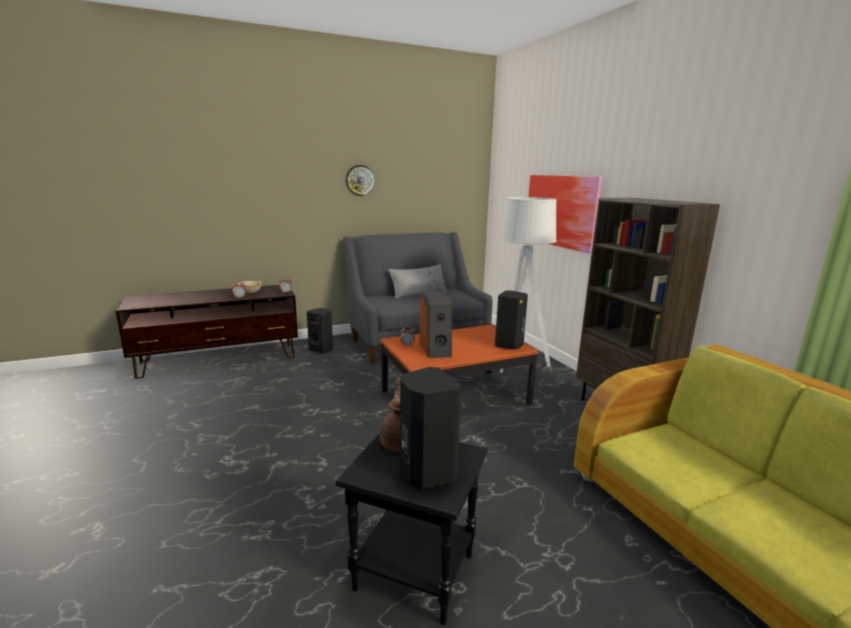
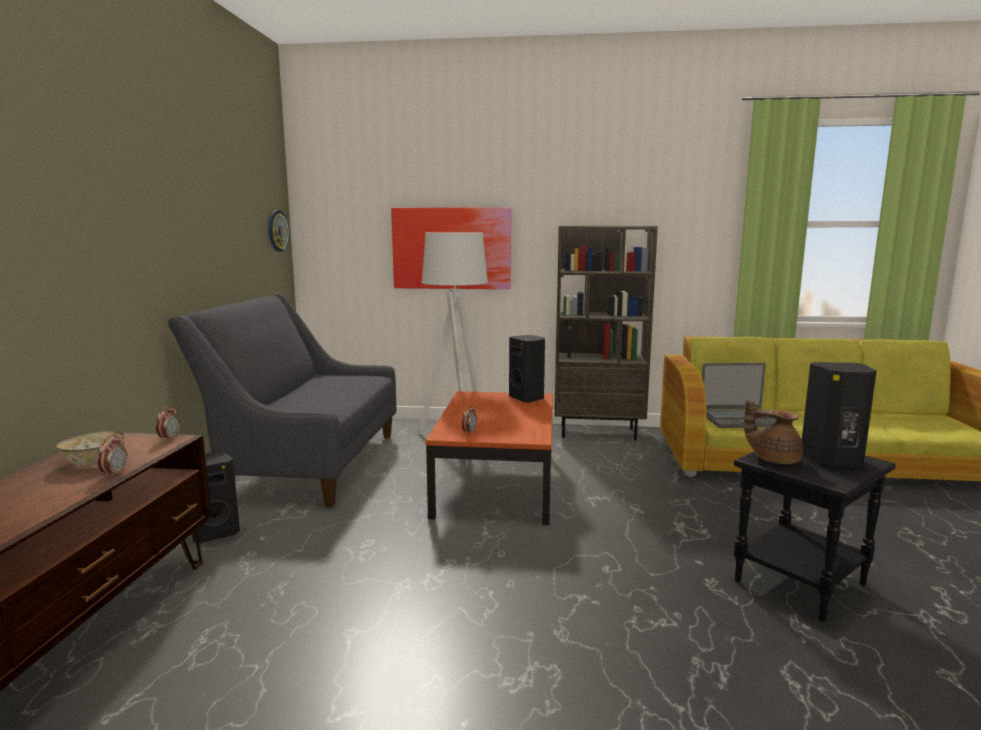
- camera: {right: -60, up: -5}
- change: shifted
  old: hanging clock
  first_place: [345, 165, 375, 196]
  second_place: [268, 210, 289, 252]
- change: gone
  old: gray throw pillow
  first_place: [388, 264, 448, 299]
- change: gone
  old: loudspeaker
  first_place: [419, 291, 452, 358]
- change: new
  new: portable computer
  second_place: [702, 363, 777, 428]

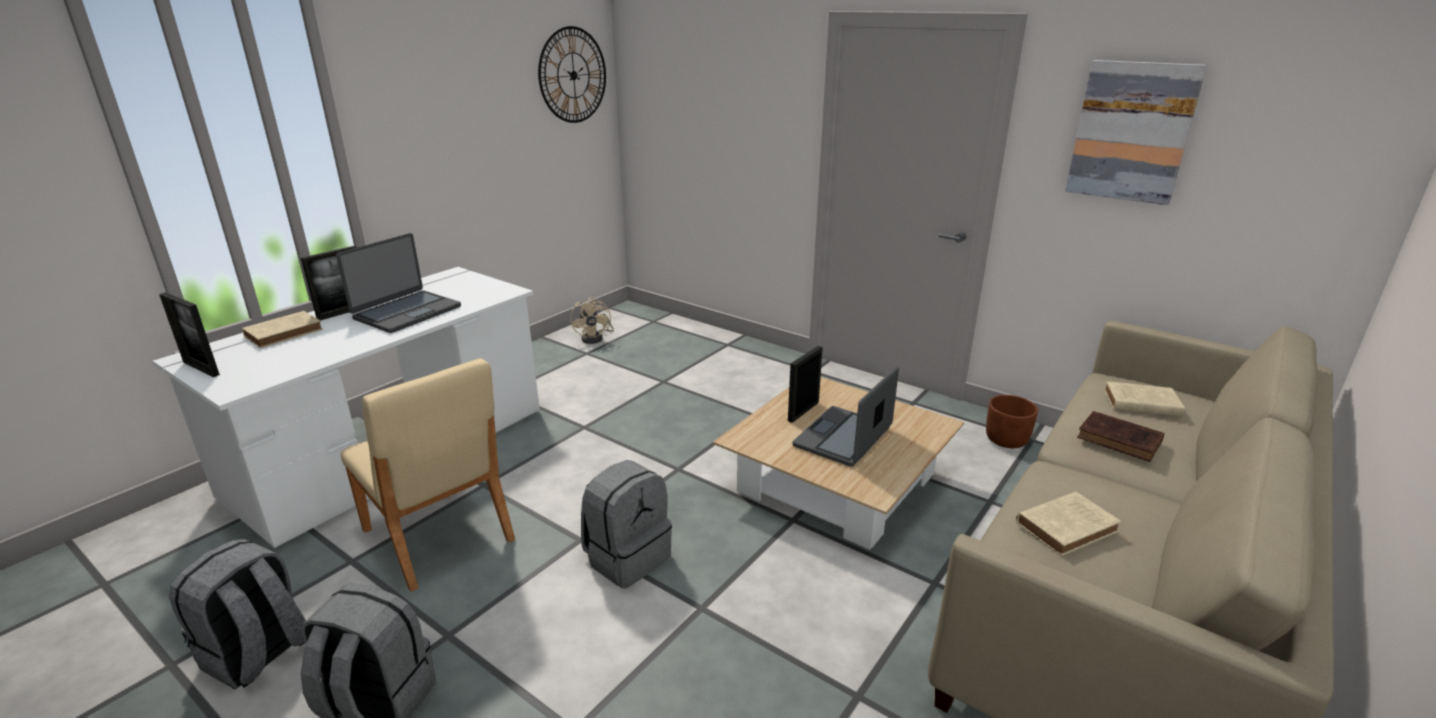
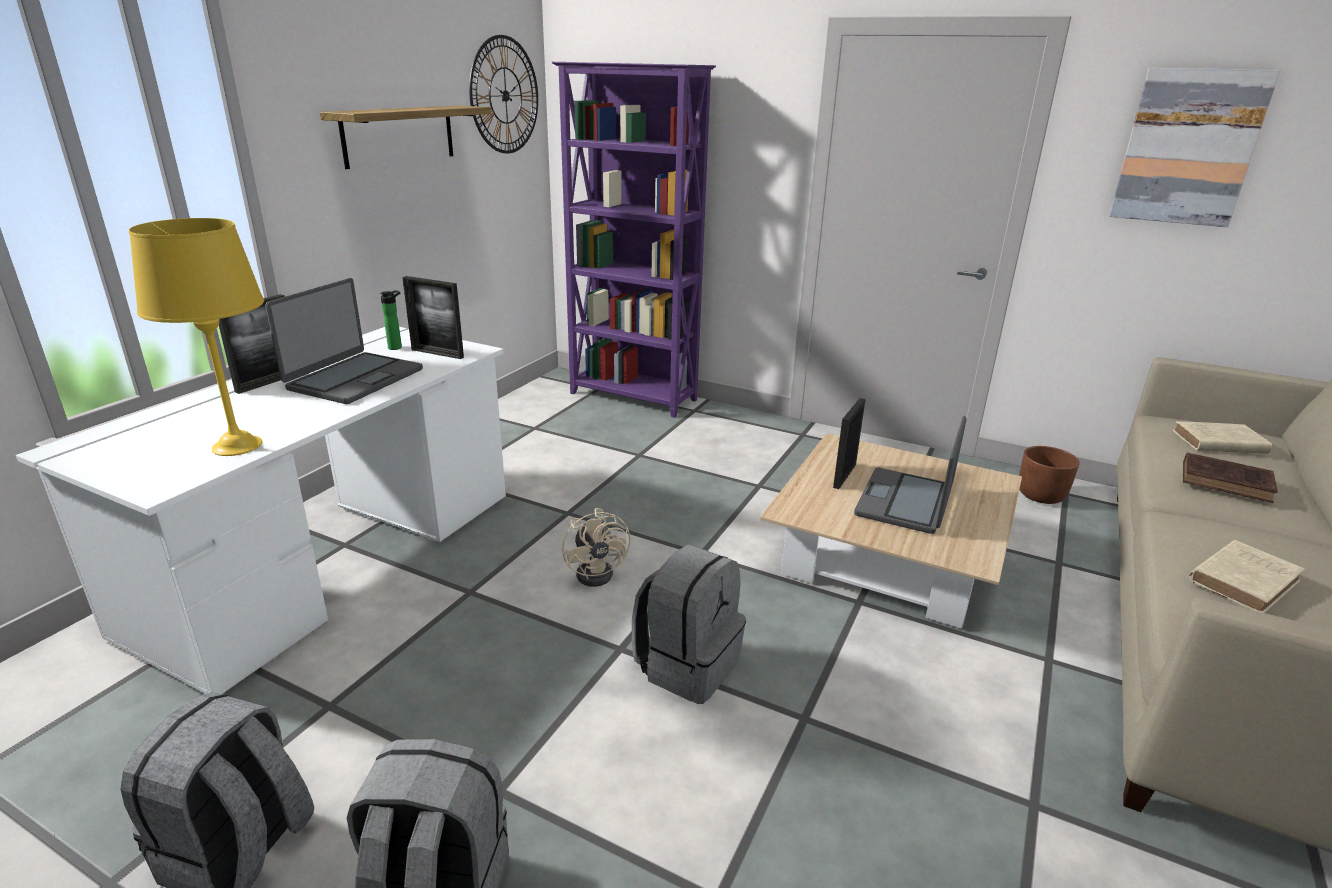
- camera: {right: -10, up: 0}
- change: shifted
  old: photo frame
  first_place: [159, 292, 220, 377]
  second_place: [402, 276, 464, 359]
- change: gone
  old: beige-coloured bound book
  first_place: [242, 311, 323, 348]
- change: gone
  old: beige-coloured upright chair
  first_place: [341, 359, 515, 592]
- change: shifted
  old: beige-coloured electric fan
  first_place: [570, 297, 614, 344]
  second_place: [562, 508, 630, 587]
- change: new
  new: yellow lamp for a table
  second_place: [129, 218, 264, 456]
- change: new
  new: shelf
  second_place: [320, 105, 491, 169]
- change: new
  new: beverage bottle
  second_place: [380, 290, 402, 350]
- change: new
  new: purple-coloured bookshelf
  second_place: [552, 62, 716, 418]

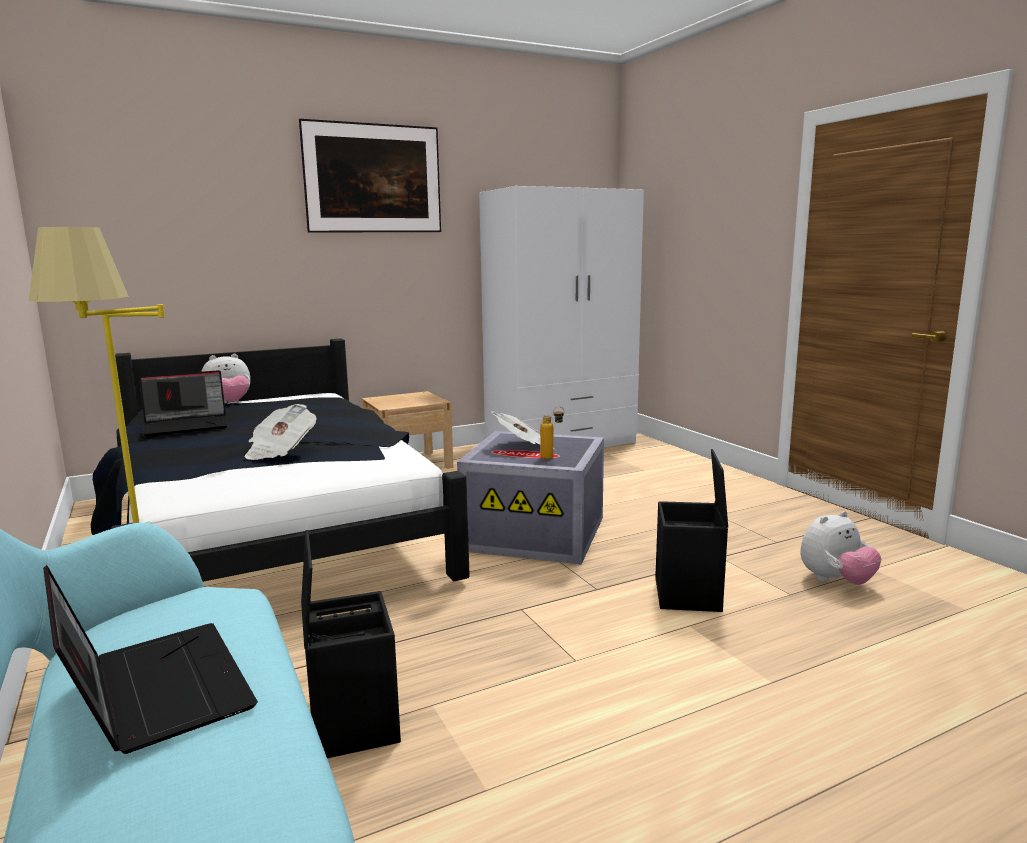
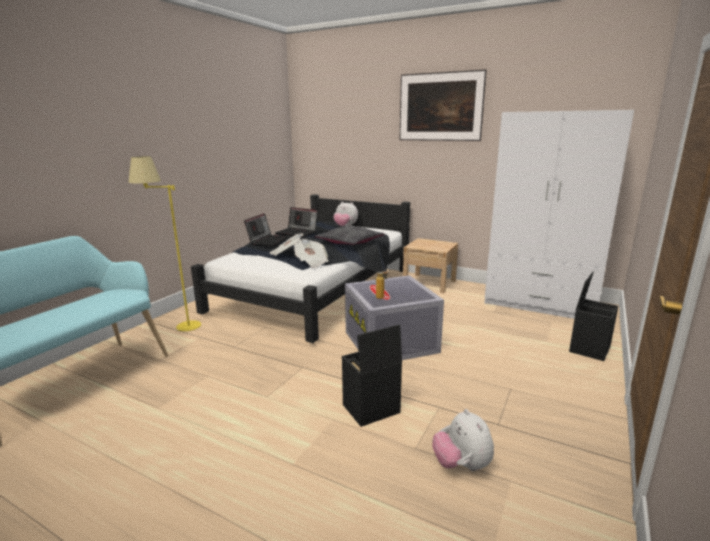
- camera: {right: 55, up: 5}
- change: shifted
  old: portable computer
  first_place: [43, 565, 258, 754]
  second_place: [244, 213, 290, 246]
- change: shifted
  old: blackish storage bin
  first_place: [301, 530, 401, 758]
  second_place: [569, 272, 618, 361]
- change: shifted
  old: printed paper
  first_place: [491, 411, 554, 449]
  second_place: [294, 239, 329, 268]
- change: rotated
  old: soft toy
  first_place: [800, 511, 881, 585]
  second_place: [432, 409, 494, 471]
  degrees: 45
- change: new
  new: gray throw pillow
  second_place: [315, 226, 384, 245]

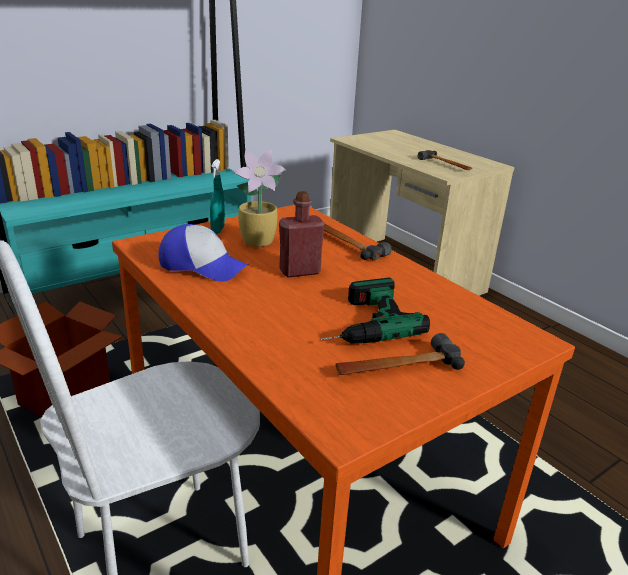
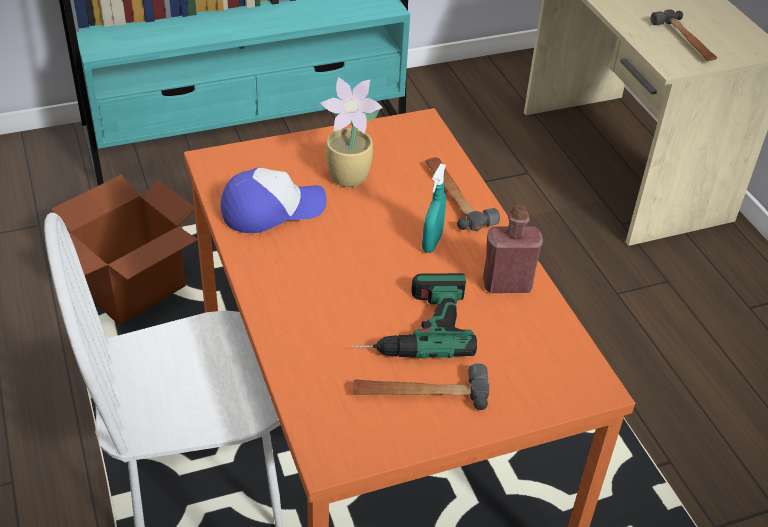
- camera: {right: 15, up: 15}
- change: rotated
  old: cap
  first_place: [159, 224, 248, 282]
  second_place: [221, 168, 326, 233]
  degrees: -60
- change: shifted
  old: blue-green spray bottle
  first_place: [210, 159, 225, 234]
  second_place: [422, 164, 446, 253]
- change: shifted
  old: red beverage bottle
  first_place: [279, 191, 325, 278]
  second_place: [483, 204, 543, 293]

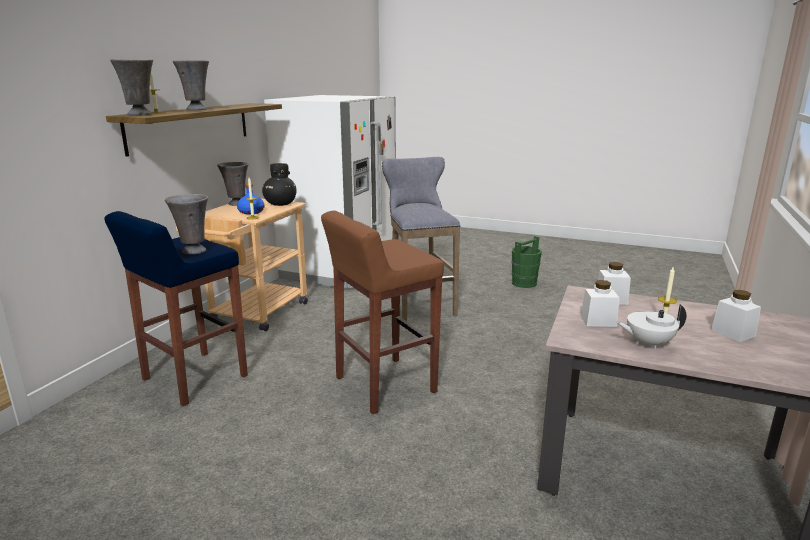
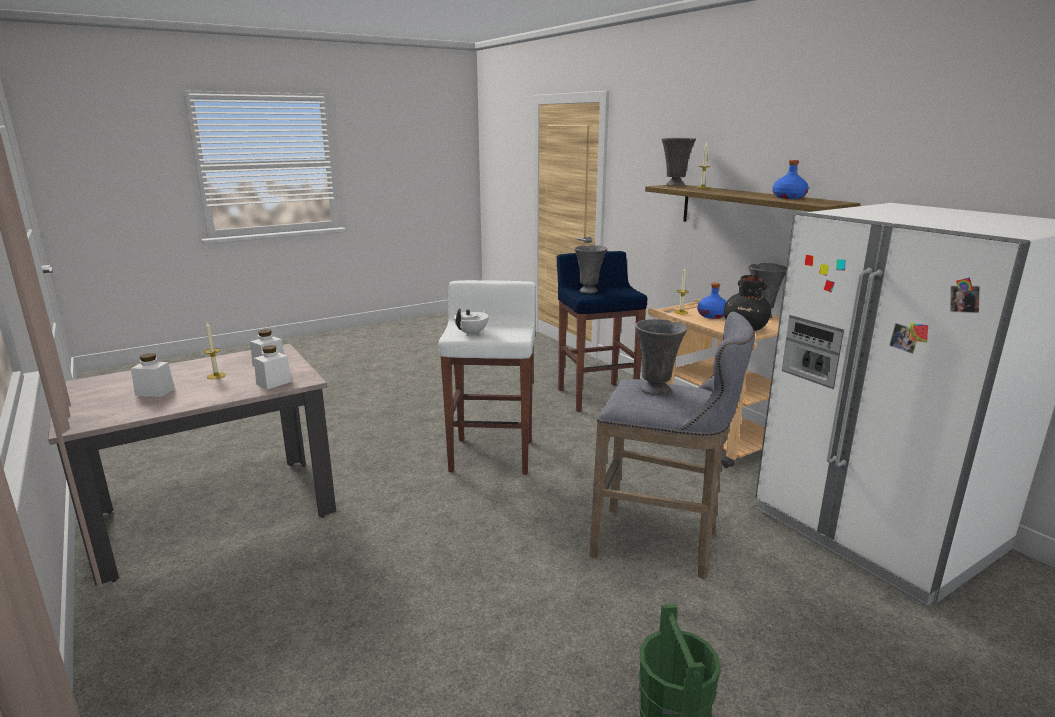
- camera: {right: 125, up: 0}
- change: shifted
  old: gray flower vase
  first_place: [173, 60, 209, 110]
  second_place: [635, 319, 688, 395]
- change: repainted
  old: brown stool seat
  new: white-coloured stool seat
  first_place: [321, 211, 444, 414]
  second_place: [438, 280, 536, 475]
- change: shifted
  old: white-coloured pot for tea
  first_place: [616, 305, 686, 349]
  second_place: [454, 309, 489, 336]
- change: new
  new: blue beverage bottle
  second_place: [772, 160, 809, 199]

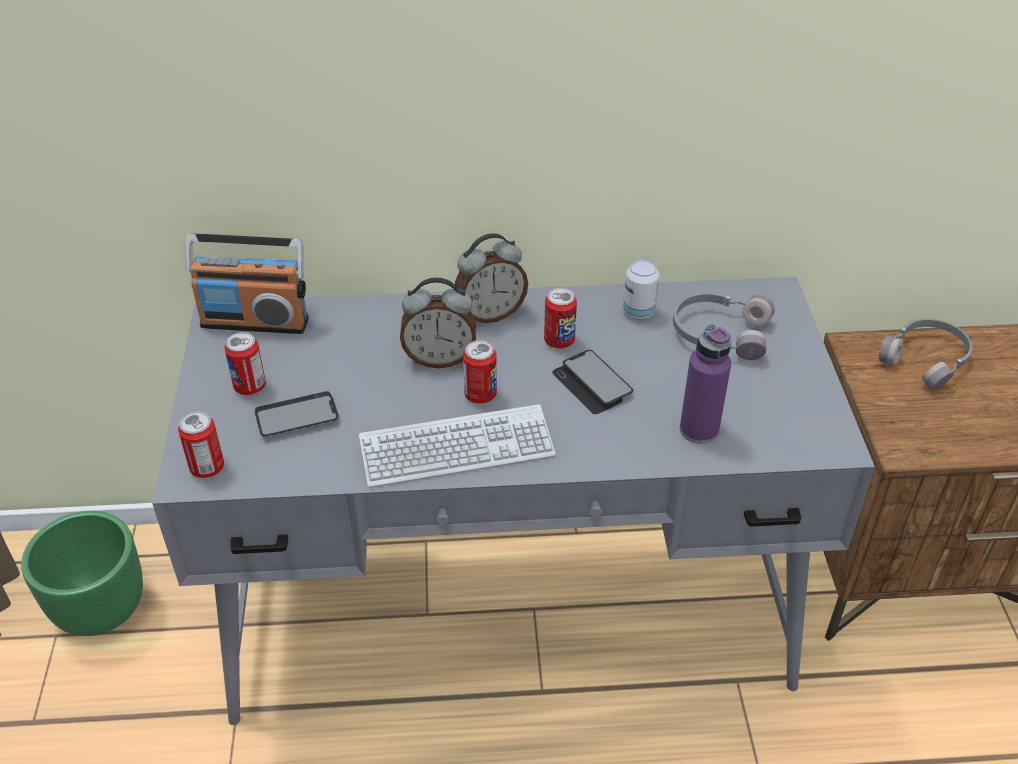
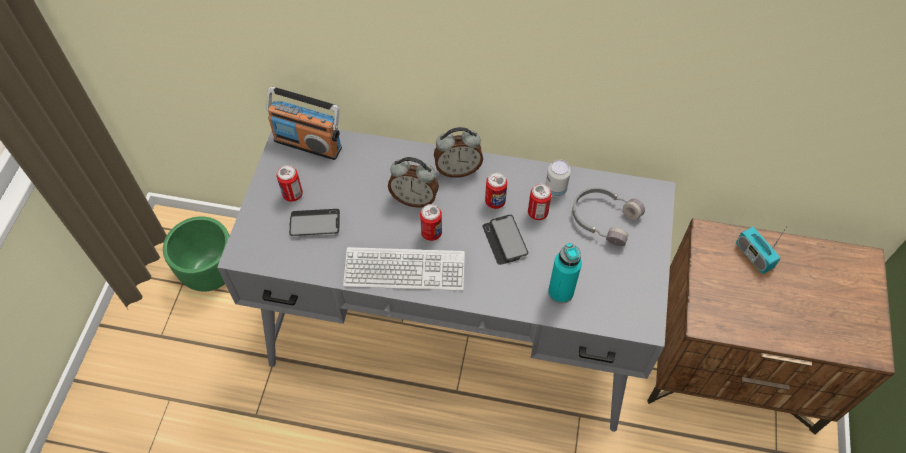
- camera: {right: 15, up: 15}
- change: shifted
  old: metal can
  first_place: [178, 412, 224, 478]
  second_place: [528, 184, 552, 220]
- change: repainted
  old: purple-coloured beverage bottle
  new: blue-green beverage bottle
  first_place: [680, 324, 731, 444]
  second_place: [548, 243, 582, 304]
- change: swapped
  old: gray pair of headphones
  new: radio receiver
  first_place: [879, 319, 972, 391]
  second_place: [736, 227, 786, 274]

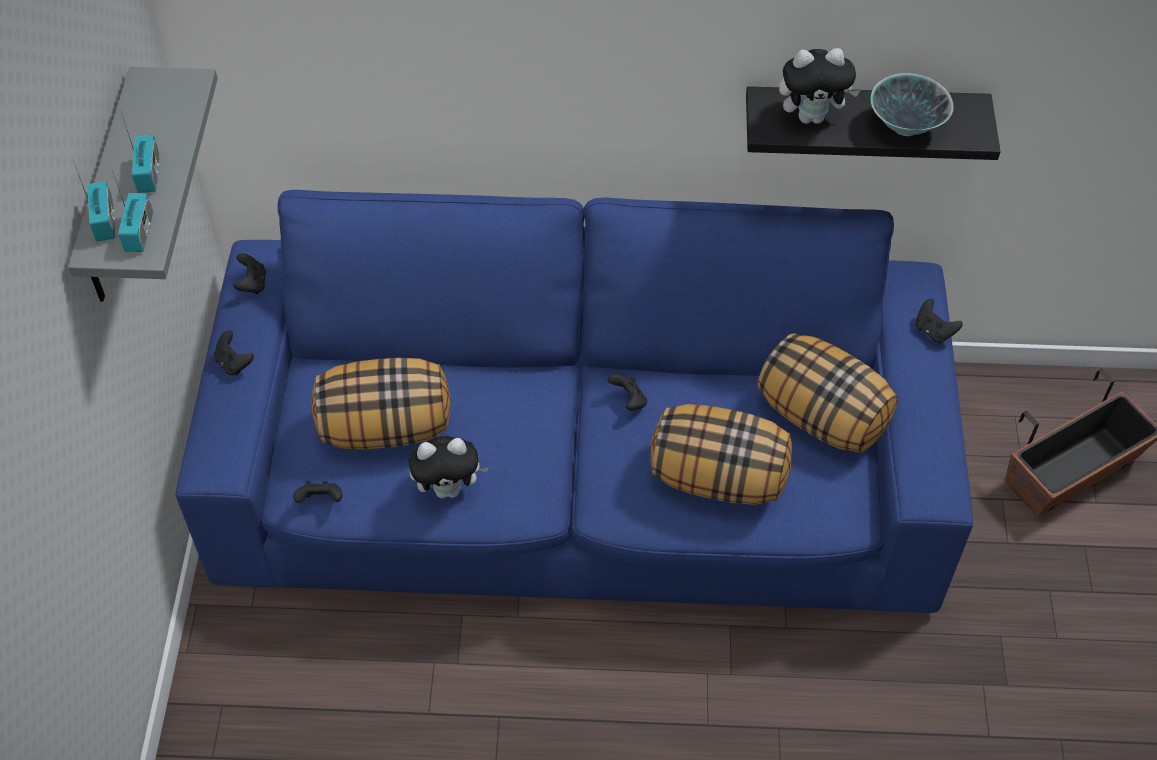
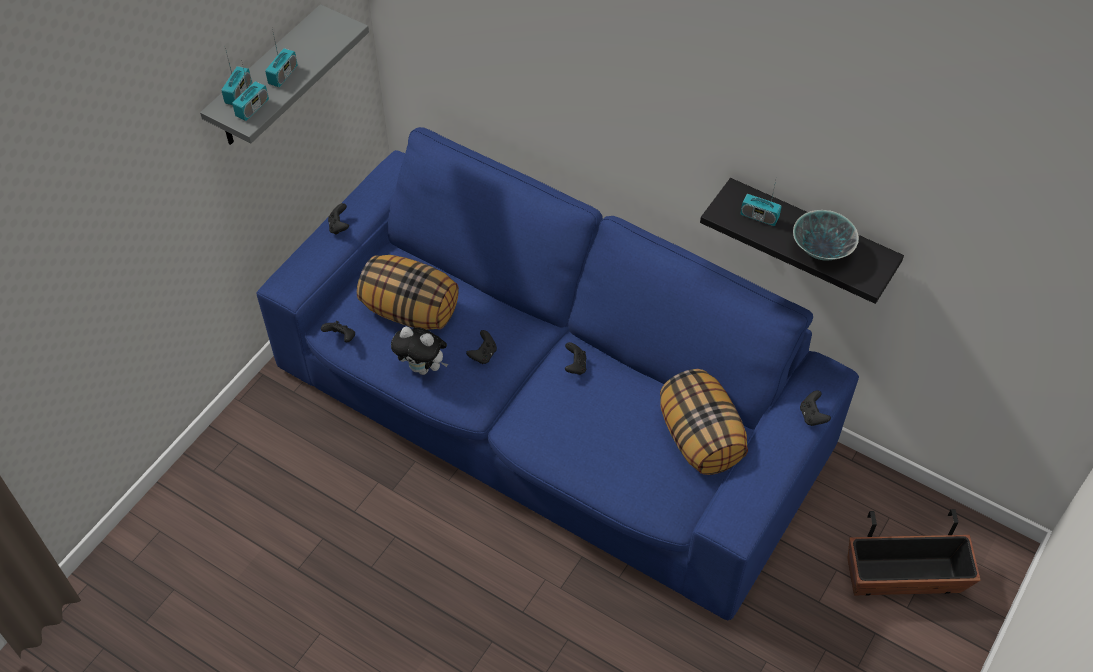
- camera: {right: 30, up: 0}
- change: shifted
  old: blackish joypad
  first_place: [233, 253, 266, 294]
  second_place: [466, 330, 497, 364]
- change: gone
  old: throw pillow
  first_place: [650, 404, 792, 505]
- change: swapped
  old: soft toy
  new: radio receiver
  first_place: [779, 48, 861, 124]
  second_place: [740, 181, 782, 226]

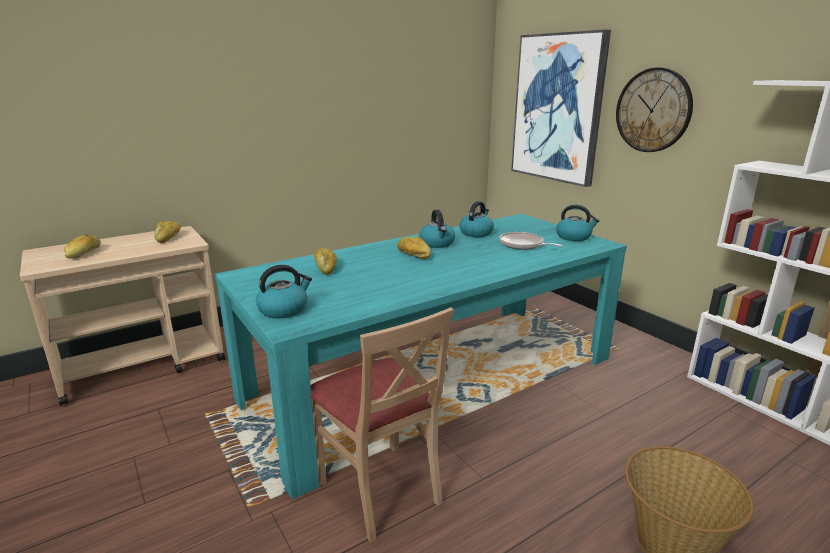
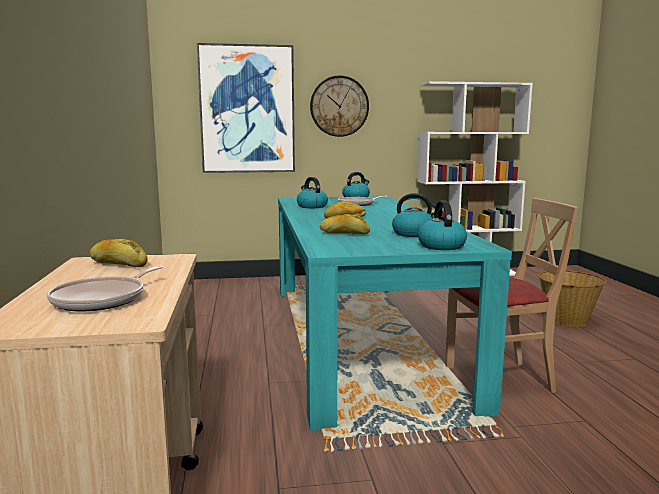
- camera: {right: -65, up: -10}
- change: swapped
  old: bread
  new: skillet
  first_place: [64, 234, 101, 259]
  second_place: [47, 266, 163, 311]
- change: shifted
  old: tea kettle
  first_place: [419, 210, 455, 248]
  second_place: [392, 193, 443, 237]

